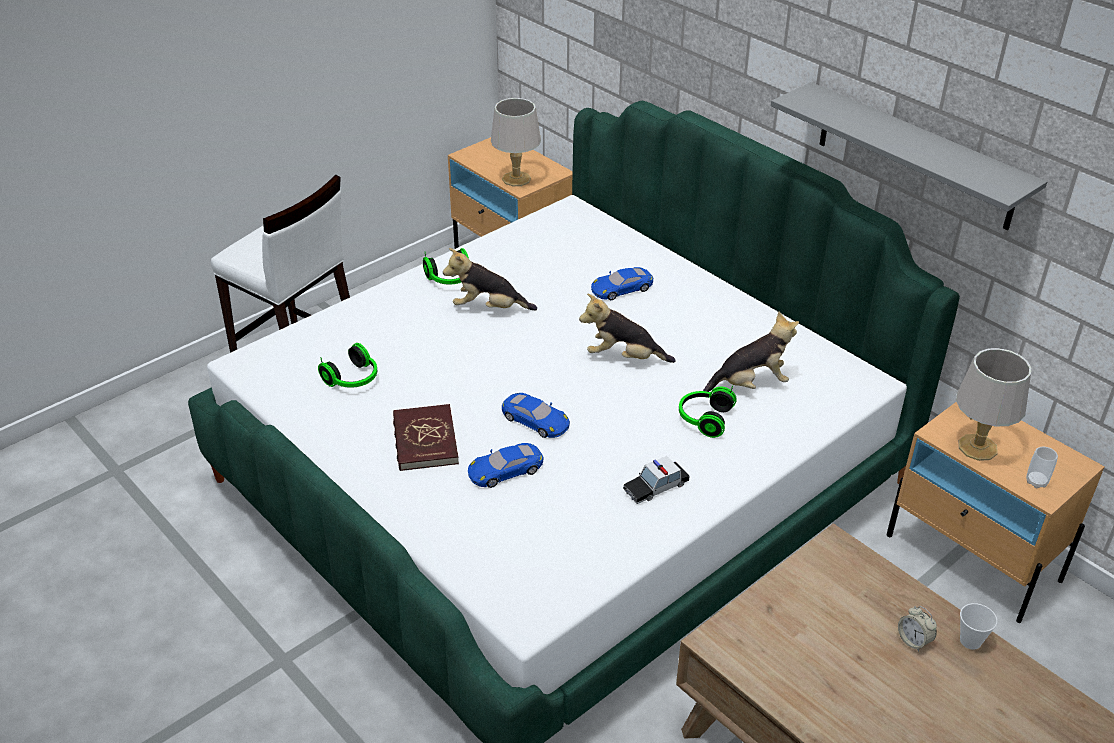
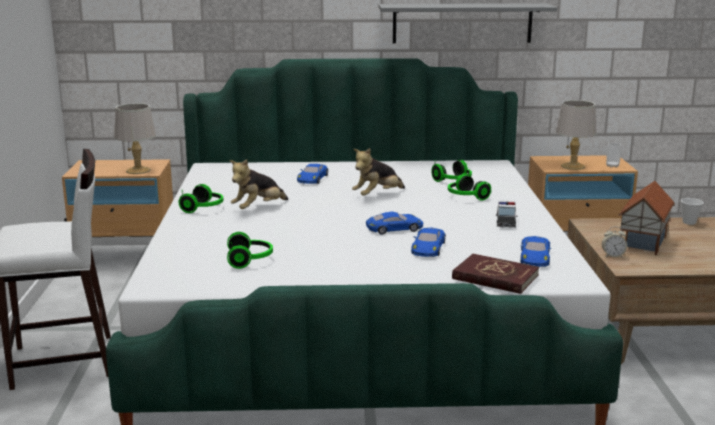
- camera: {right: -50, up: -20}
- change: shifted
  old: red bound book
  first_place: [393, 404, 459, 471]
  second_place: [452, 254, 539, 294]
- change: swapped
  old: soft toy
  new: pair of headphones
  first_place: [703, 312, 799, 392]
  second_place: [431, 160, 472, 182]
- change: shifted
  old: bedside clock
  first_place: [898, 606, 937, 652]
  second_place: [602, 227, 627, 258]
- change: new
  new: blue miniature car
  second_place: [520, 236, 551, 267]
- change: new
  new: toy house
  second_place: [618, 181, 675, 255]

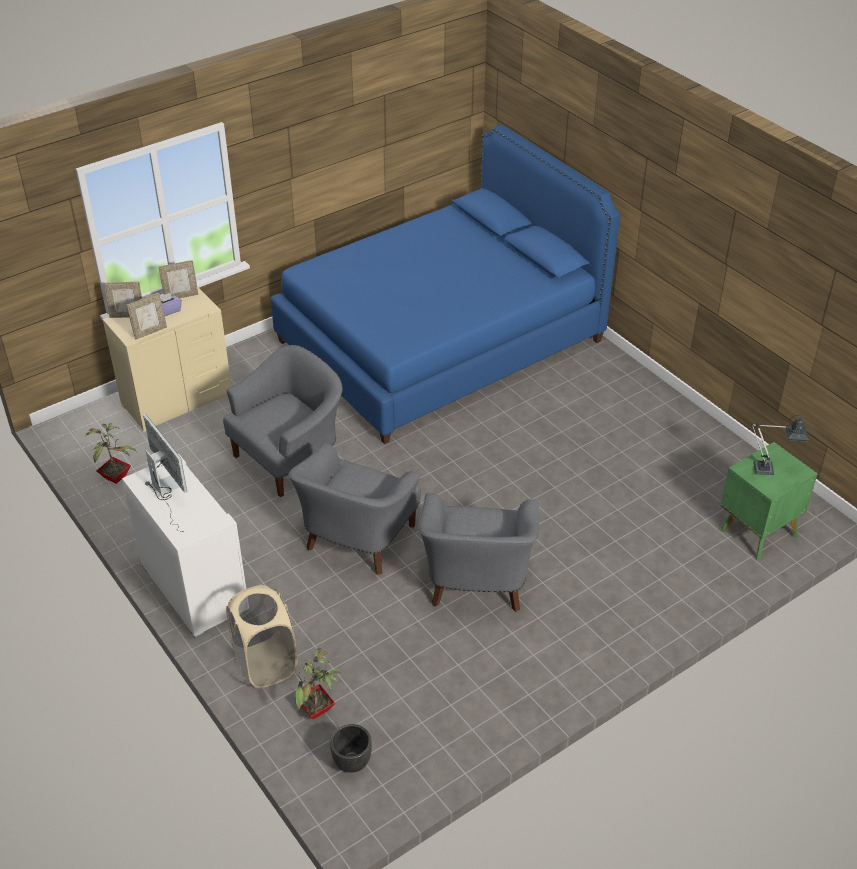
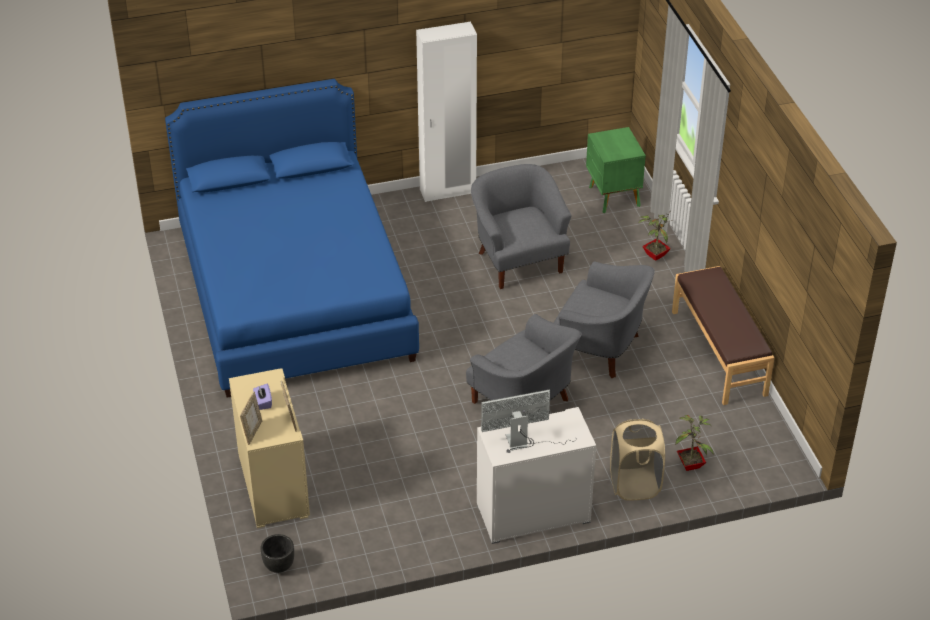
- camera: {right: -70, up: 0}
- change: shifted
  old: potted plant
  first_place: [85, 423, 137, 484]
  second_place: [639, 212, 672, 261]
- change: gone
  old: photo frame
  first_place: [159, 260, 198, 298]
- change: shifted
  old: gray easy chair
  first_place: [223, 345, 343, 497]
  second_place: [471, 164, 571, 289]
- change: shifted
  old: blackish plant pot
  first_place: [330, 724, 372, 773]
  second_place: [261, 534, 294, 573]
- change: gone
  old: lamp for a table
  first_place: [751, 415, 808, 475]
- change: new
  new: white-coloured armoire
  second_place: [416, 22, 477, 202]
- change: new
  new: brown long seat
  second_place: [672, 266, 775, 405]

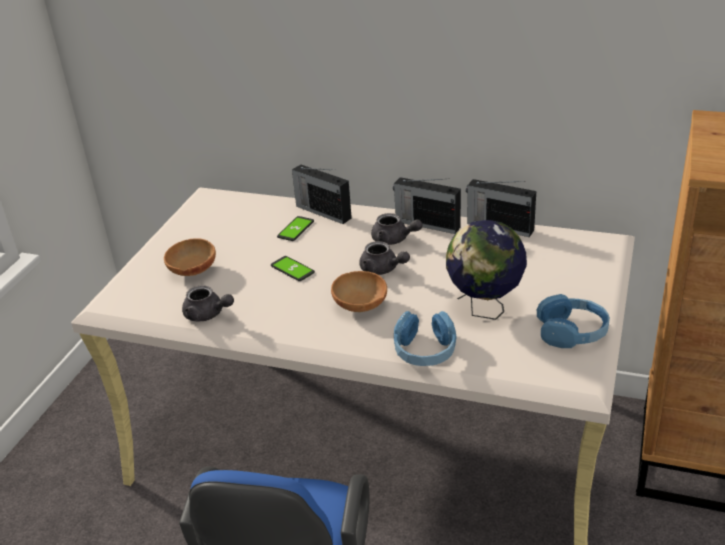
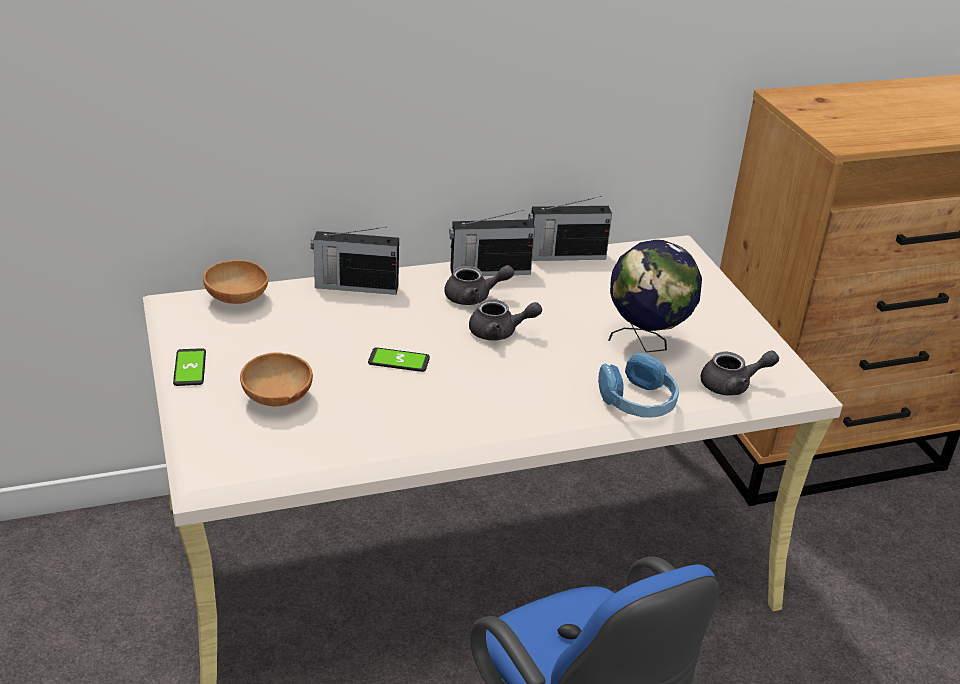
- camera: {right: -40, up: 0}
- change: shifted
  old: gray pot for tea
  first_place: [182, 285, 234, 321]
  second_place: [701, 350, 779, 396]
- change: shifted
  old: handset
  first_place: [277, 216, 314, 241]
  second_place: [173, 348, 206, 386]
- change: shifted
  old: brown deep dish
  first_place: [331, 271, 387, 312]
  second_place: [203, 260, 268, 304]
- change: gone
  old: blue pair of headphones
  first_place: [537, 294, 610, 348]

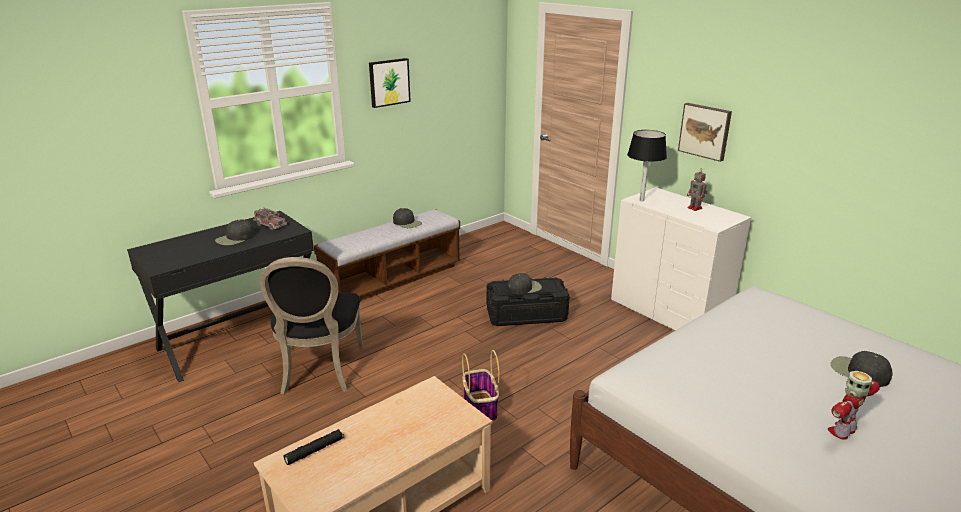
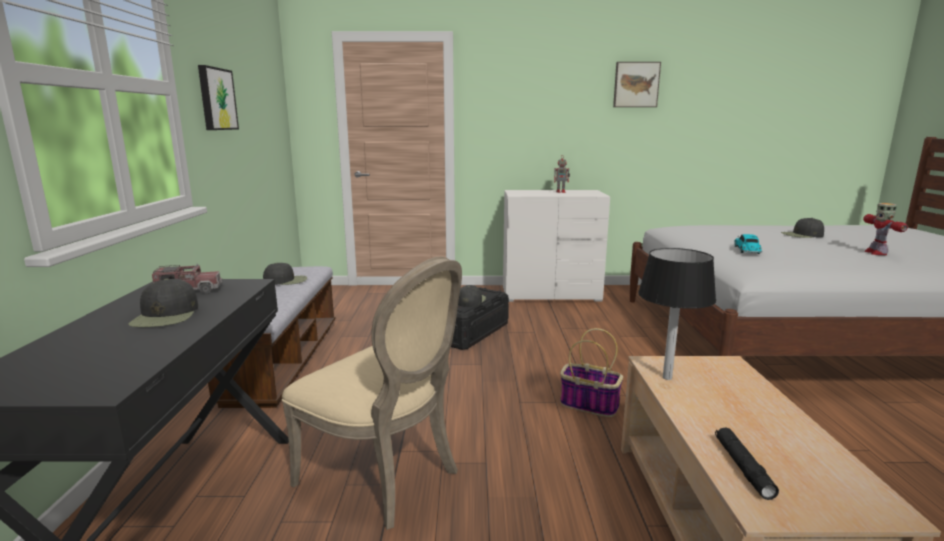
- camera: {right: -50, up: -10}
- change: repainted
  old: blackish upright chair
  new: beige-coloured upright chair
  first_place: [259, 257, 363, 395]
  second_place: [282, 257, 462, 530]
- change: shifted
  old: blackish lamp for a table
  first_place: [627, 130, 667, 201]
  second_place: [638, 248, 716, 380]
- change: shifted
  old: picture
  first_place: [678, 103, 732, 162]
  second_place: [613, 62, 661, 107]
- change: new
  new: miniature car
  second_place: [734, 234, 762, 254]

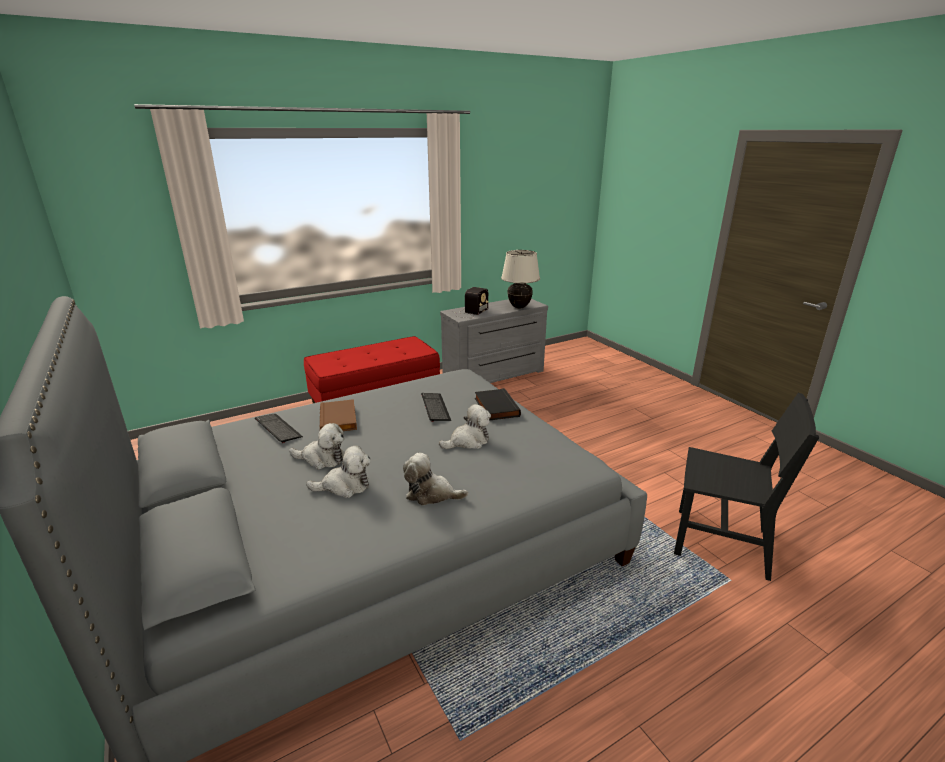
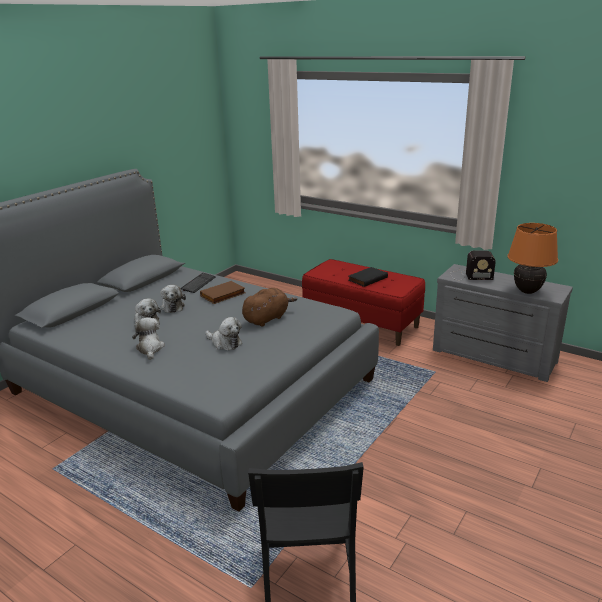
- camera: {right: 65, up: 0}
- change: swapped
  old: computer keyboard
  new: brown soft toy
  first_place: [421, 393, 451, 422]
  second_place: [242, 288, 297, 327]
- change: shifted
  old: blackish bound book
  first_place: [475, 388, 521, 421]
  second_place: [348, 267, 388, 287]
- change: repainted
  old: beige-coloured lamp for a table
  new: orangey lamp for a table
  first_place: [501, 250, 540, 309]
  second_place: [507, 223, 558, 294]

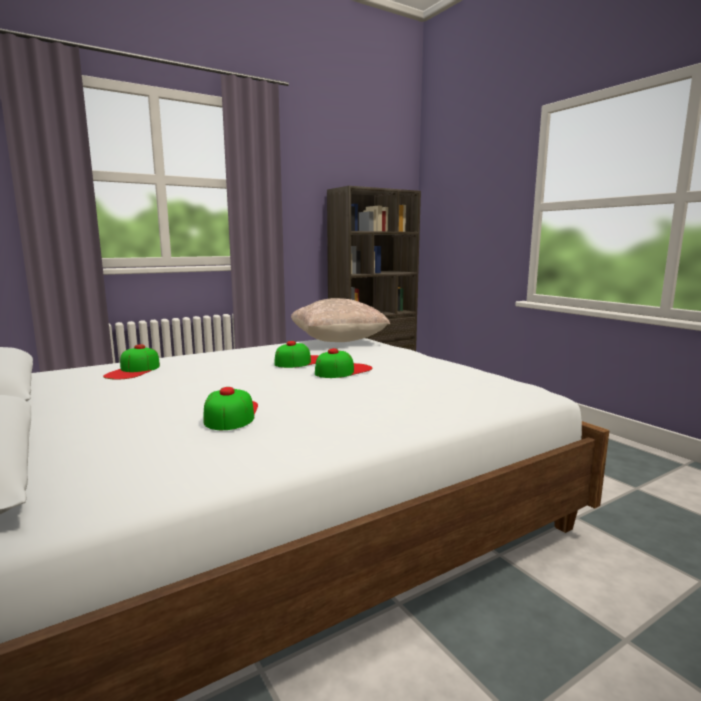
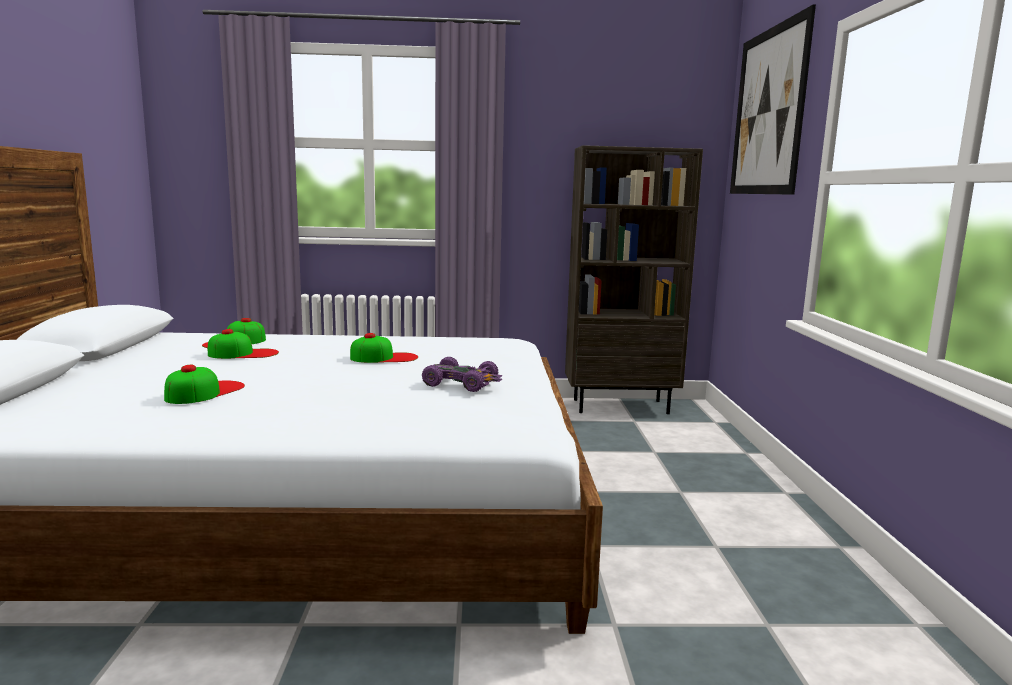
- camera: {right: 30, up: 0}
- change: gone
  old: beige-coloured throw pillow
  first_place: [291, 298, 390, 342]
- change: shifted
  old: cap
  first_place: [315, 348, 372, 378]
  second_place: [208, 329, 279, 359]
- change: new
  new: purple-coloured miniature car
  second_place: [422, 357, 502, 392]
- change: new
  new: picture
  second_place: [730, 5, 816, 195]

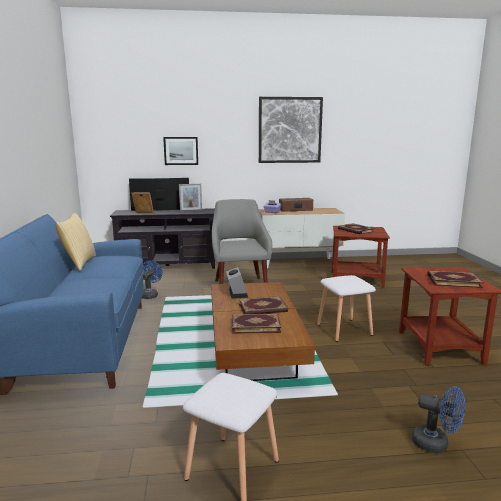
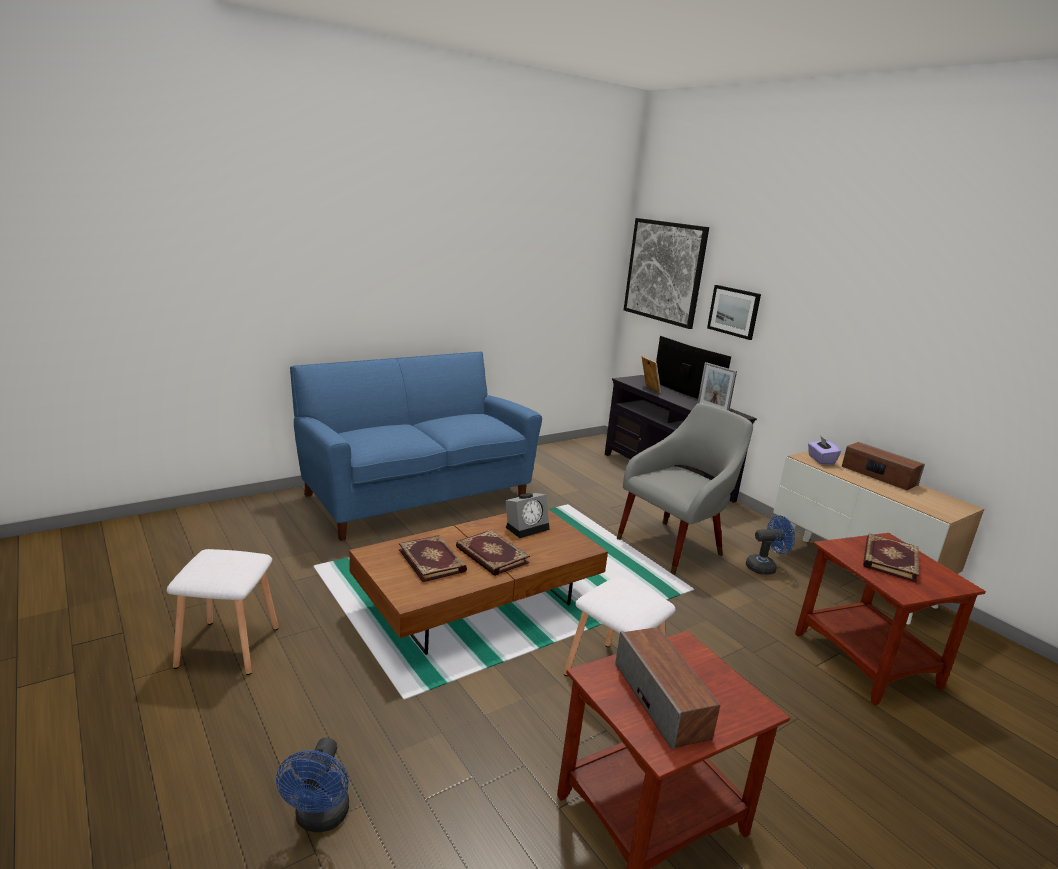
- camera: {right: 60, up: 5}
- change: gone
  old: throw pillow
  first_place: [56, 213, 96, 271]
- change: shifted
  old: blue electric fan
  first_place: [142, 260, 163, 299]
  second_place: [746, 515, 795, 575]
- change: shifted
  old: picture
  first_place: [259, 97, 323, 163]
  second_place: [624, 218, 709, 329]
- change: swapped
  old: bound book
  new: loudspeaker
  first_place: [428, 271, 484, 288]
  second_place: [615, 627, 720, 749]

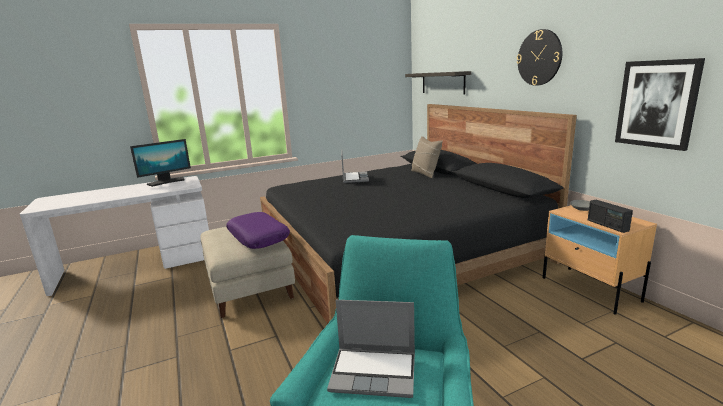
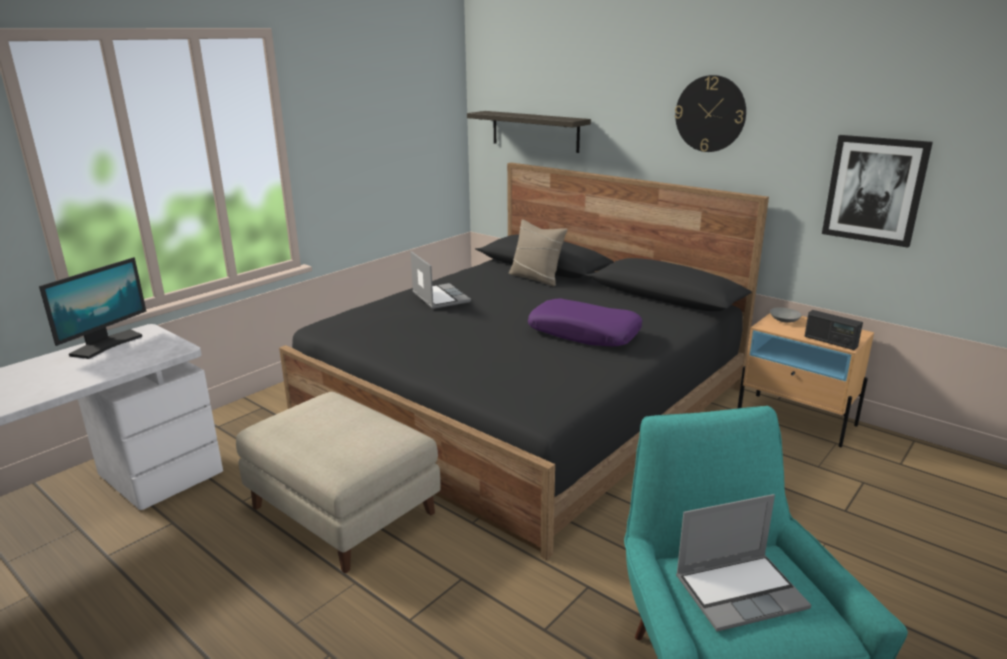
- camera: {right: -25, up: 5}
- change: shifted
  old: purple-coloured throw pillow
  first_place: [226, 212, 290, 249]
  second_place: [528, 299, 642, 346]

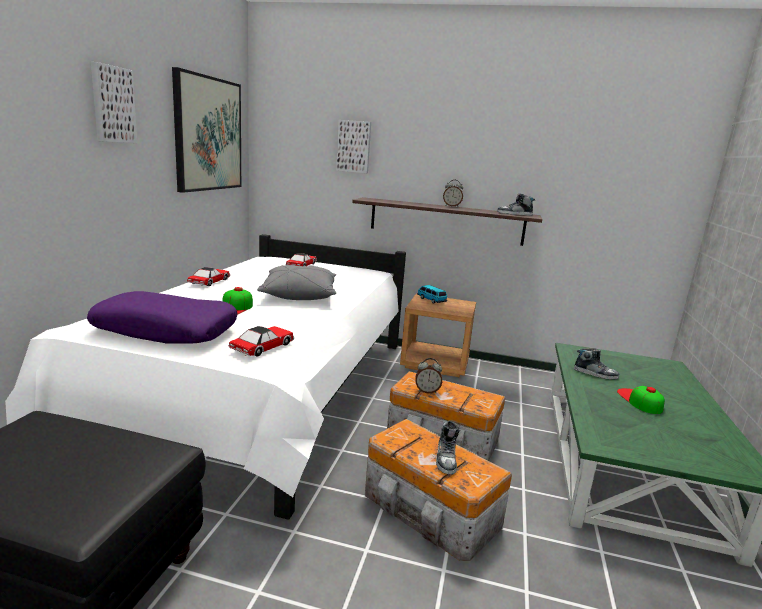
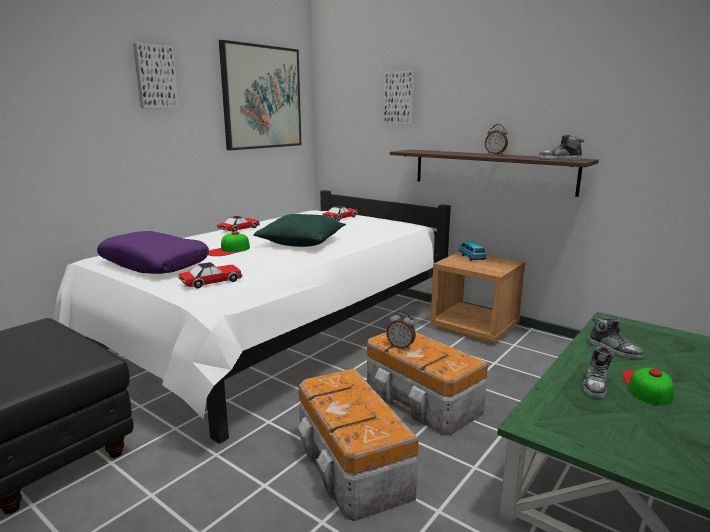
- camera: {right: 25, up: 0}
- change: repainted
  old: gray throw pillow
  new: green throw pillow
  first_place: [257, 265, 336, 300]
  second_place: [253, 214, 346, 247]
- change: shifted
  old: shoe
  first_place: [436, 420, 460, 474]
  second_place: [583, 347, 614, 398]

